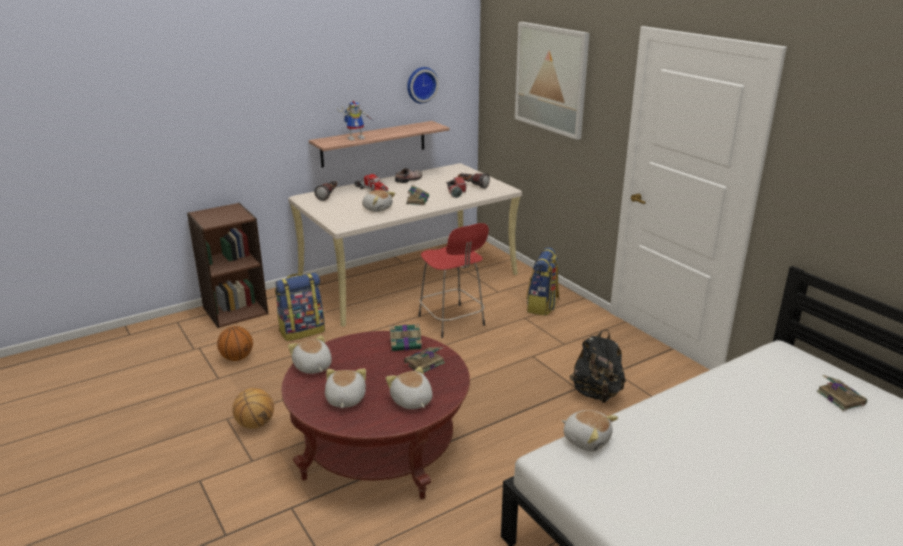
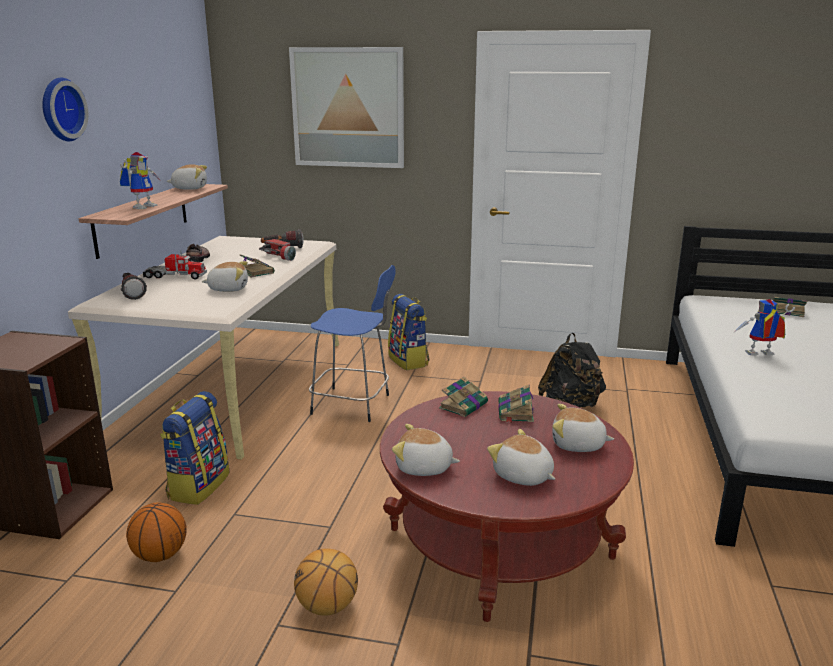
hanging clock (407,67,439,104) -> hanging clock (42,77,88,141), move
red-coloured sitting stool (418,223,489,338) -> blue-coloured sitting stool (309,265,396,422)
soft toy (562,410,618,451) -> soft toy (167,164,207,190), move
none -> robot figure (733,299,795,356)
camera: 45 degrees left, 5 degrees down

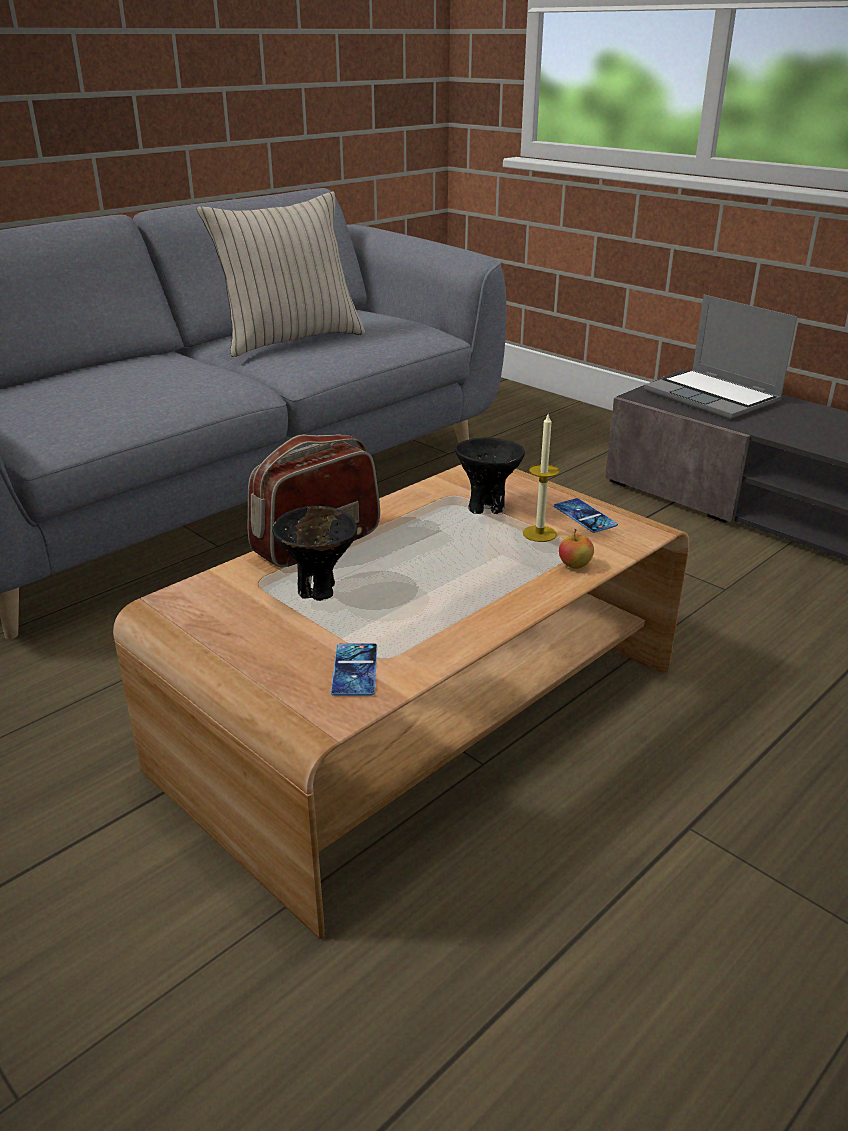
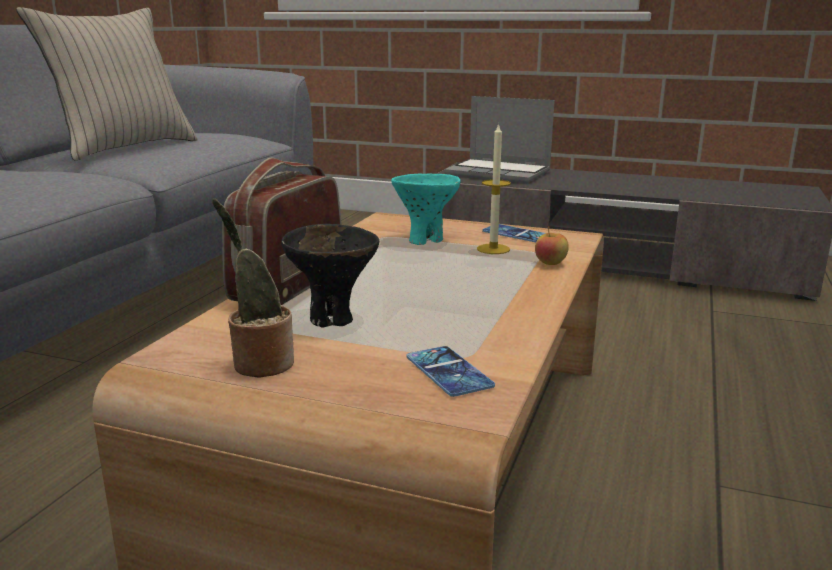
black-coloured bowl (455,438,525,514) -> turquoise-coloured bowl (391,174,460,245)
none -> potted plant (212,199,294,377)
camera: 25 degrees left, 10 degrees down

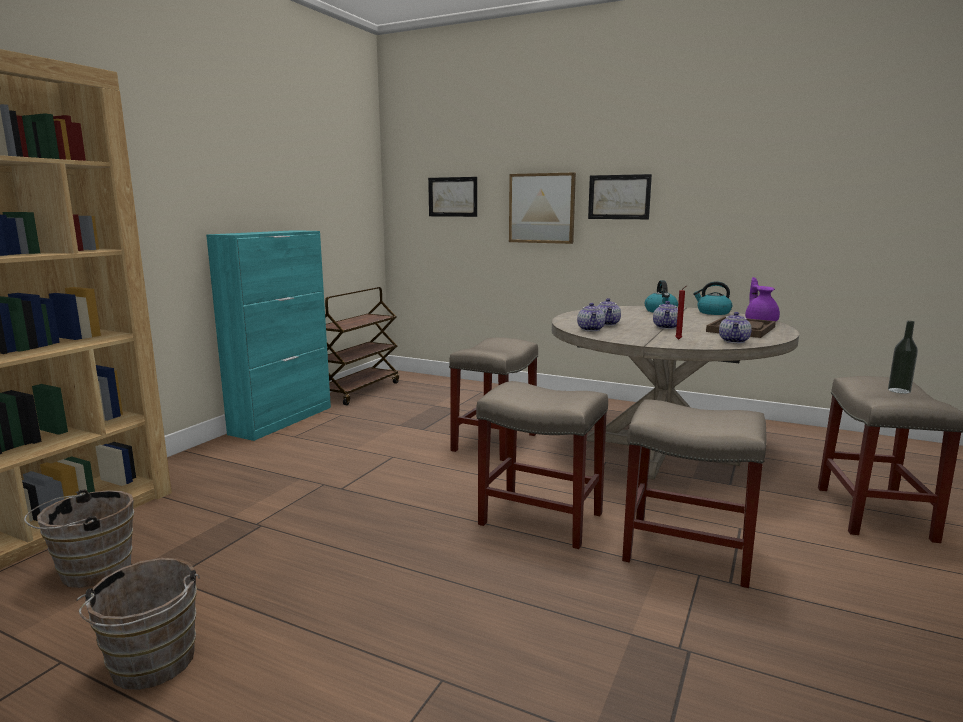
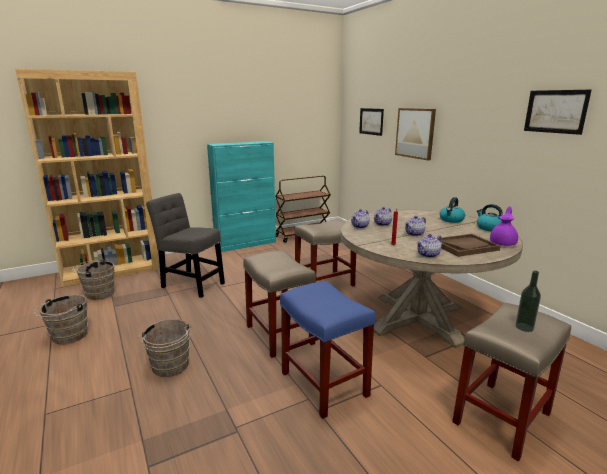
picture (588,174,652,219) -> picture (524,90,591,135), move
beige-coloured sitting stool (622,399,766,588) -> blue-coloured sitting stool (280,281,375,419)
none -> grey upright chair (146,193,225,298)
none -> brown pail (138,319,192,377)
camera: 35 degrees right, 5 degrees up

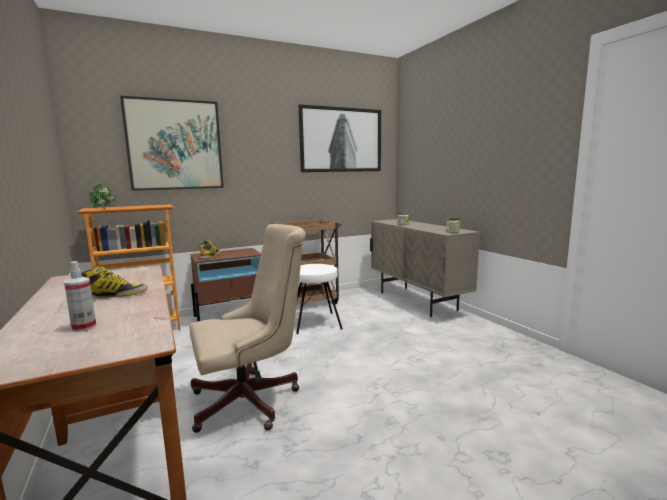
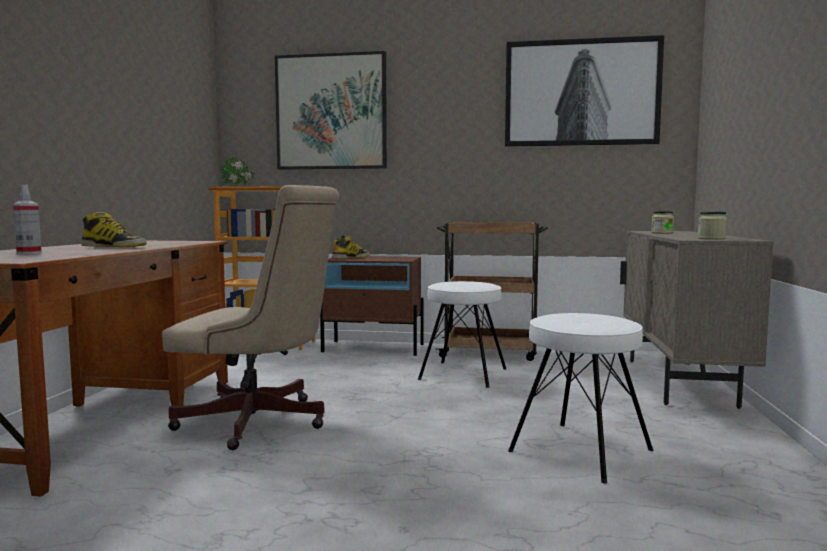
none -> whitish sitting stool (508,313,653,484)
camera: 35 degrees right, 5 degrees down

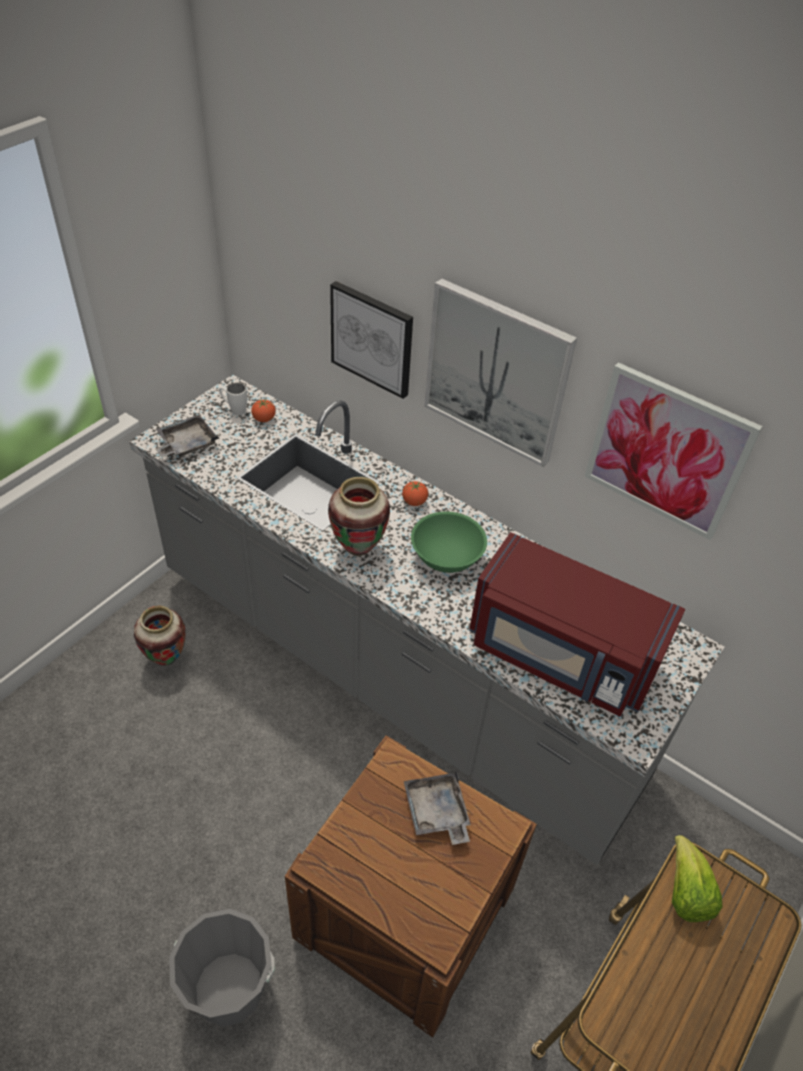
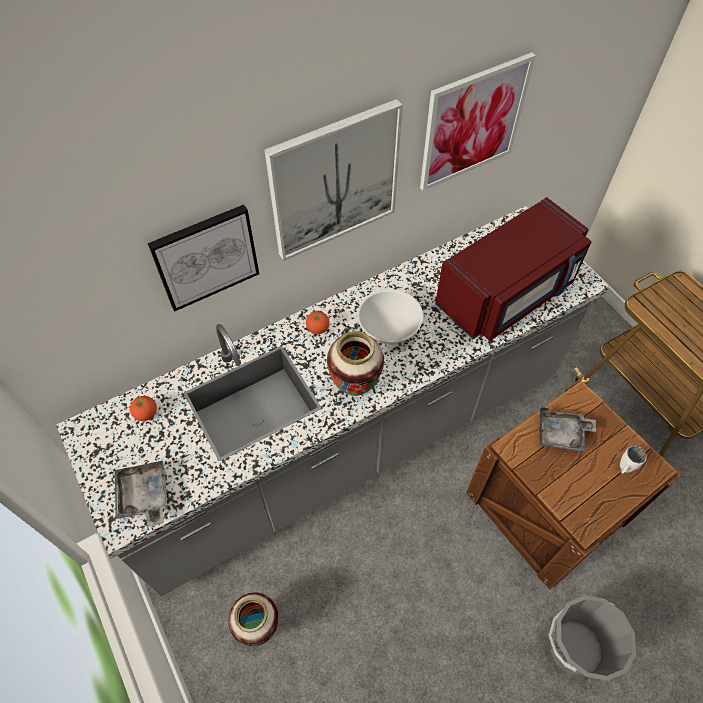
whitish tea mug (219,383,247,415) -> whitish tea mug (620,446,647,474), move
green-coloured bowl (411,512,487,573) -> whitish bowl (357,289,423,344)
lettuce head (672,835,723,922) -> none
camera: 65 degrees left, 10 degrees up

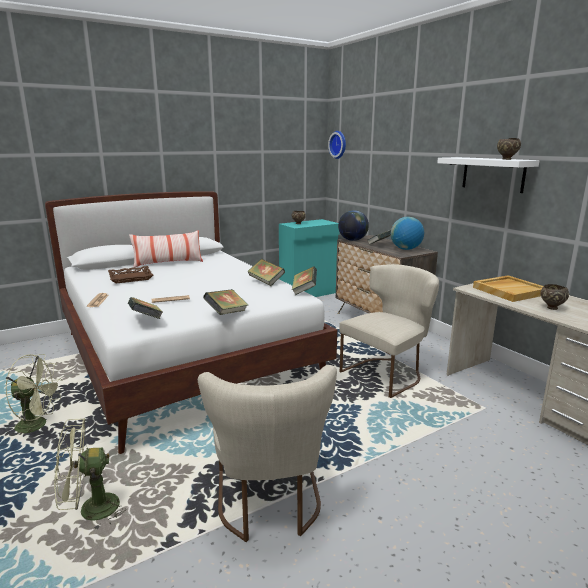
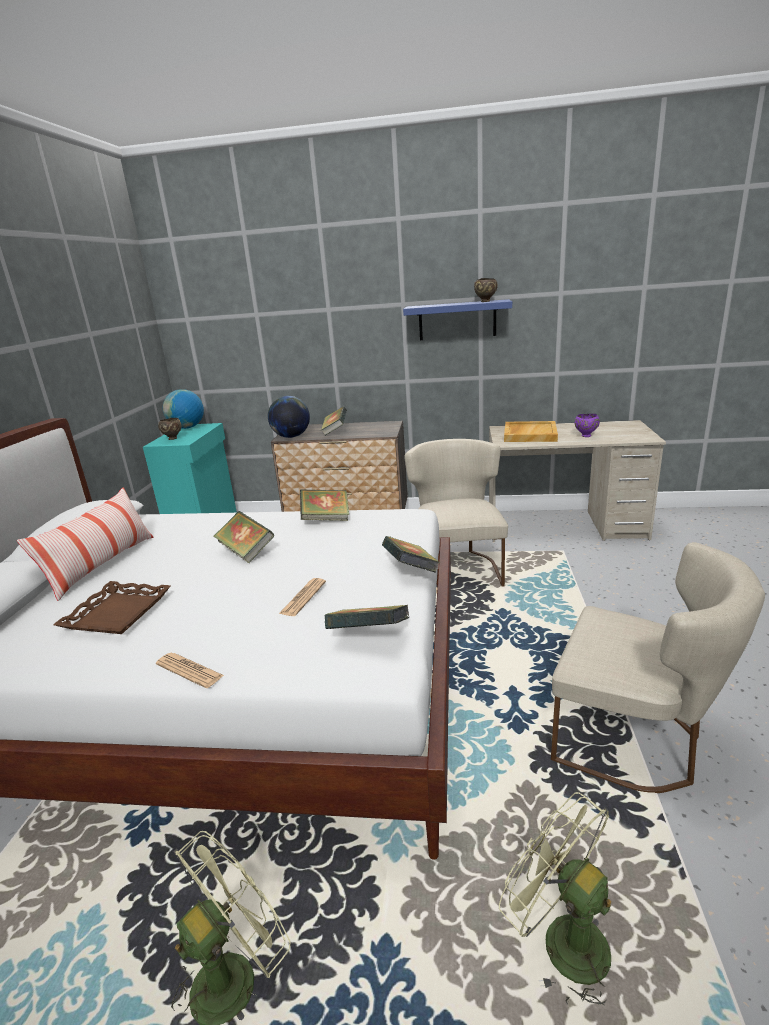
hanging clock (328,131,346,159) -> none
whitish shelf (437,157,540,193) -> blue-coloured shelf (403,299,512,340)
world globe (391,217,424,250) -> world globe (163,389,204,429), move
bound book (292,267,317,295) -> bound book (213,511,274,563), move
brown bowl (540,284,569,310) -> purple-coloured bowl (575,414,600,437)
green-coloured cooling fan (54,418,126,531) -> green-coloured cooling fan (499,792,611,1005), 120 degrees clockwise
camera: 50 degrees left, 5 degrees up

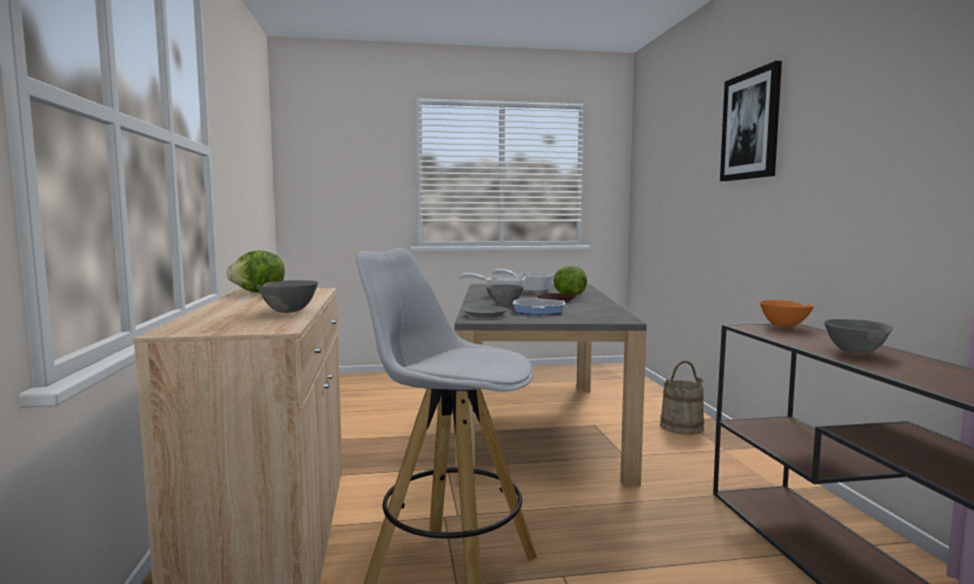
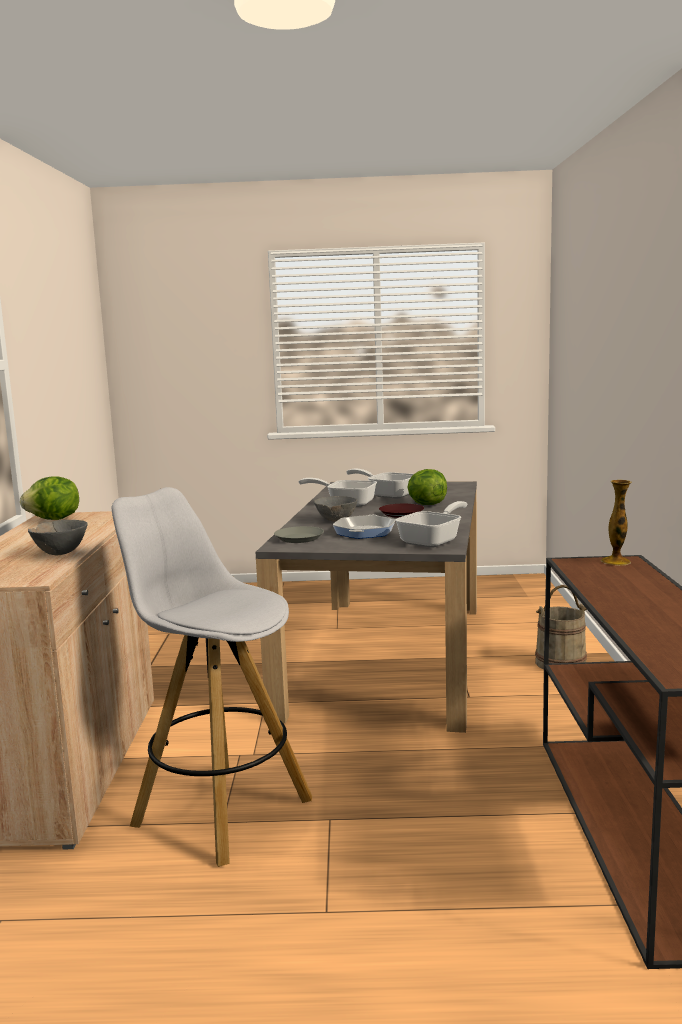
picture (720,61,782,181) -> none
orangey bowl (760,300,814,327) -> decorative vase (601,480,631,566)
grey bowl (824,319,893,354) -> none
none -> skillet (395,501,468,548)
camera: 10 degrees right, 5 degrees up

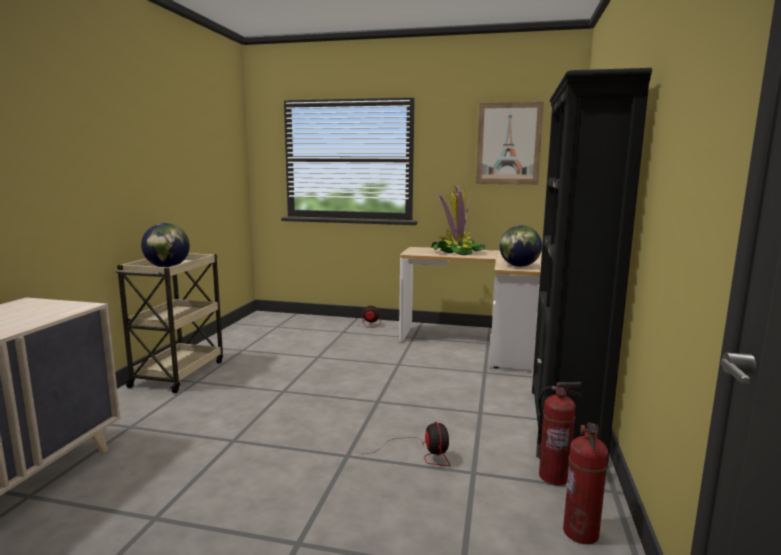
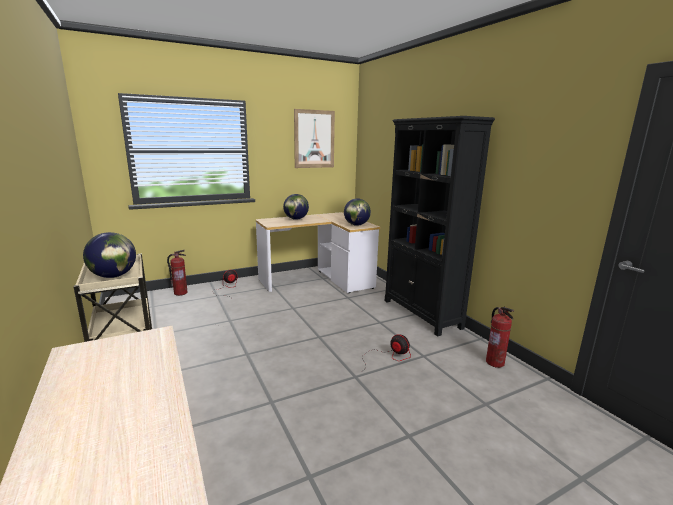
potted plant (431,183,486,255) -> world globe (283,194,309,220)
fire extinguisher (536,382,582,486) -> fire extinguisher (167,250,187,296), move
camera: 40 degrees left, 5 degrees up

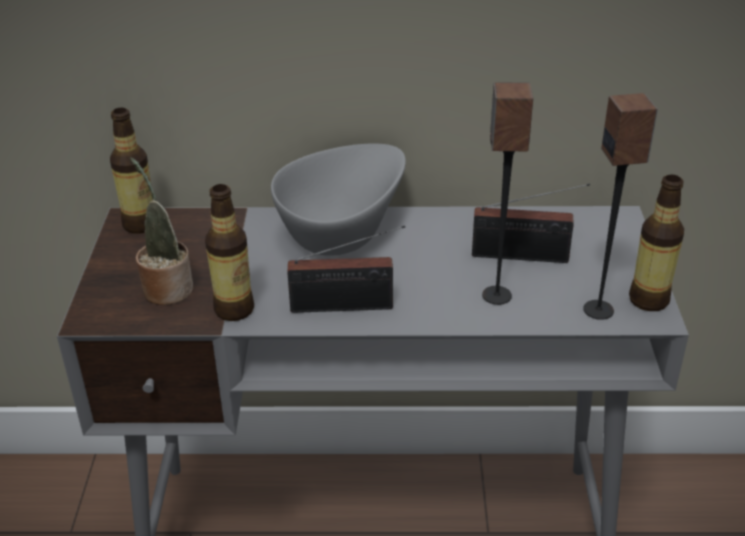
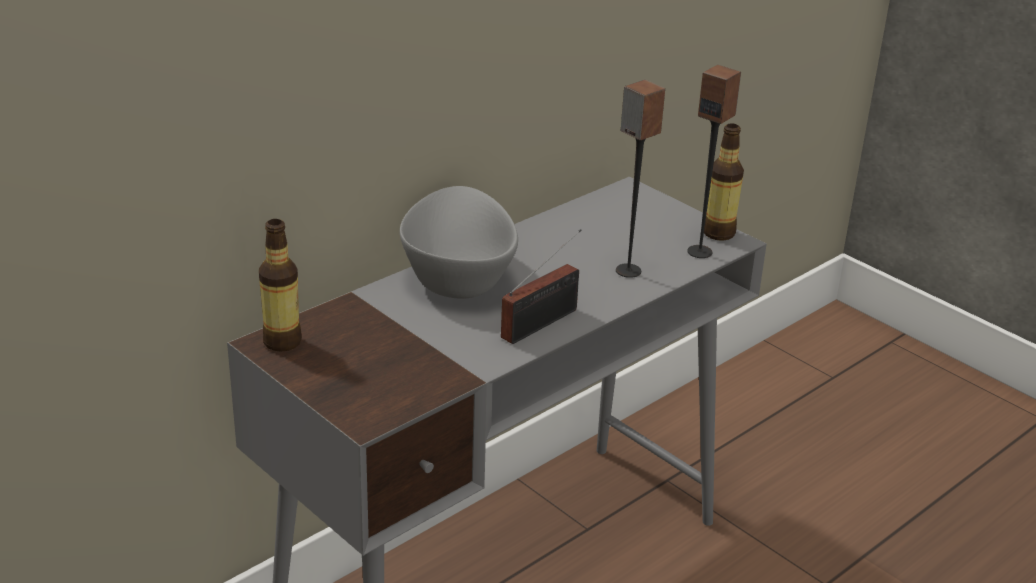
potted plant (130,157,193,305) -> none
radio receiver (472,183,590,263) -> none
beverage bottle (205,184,254,321) -> none
camera: 45 degrees left, 5 degrees down

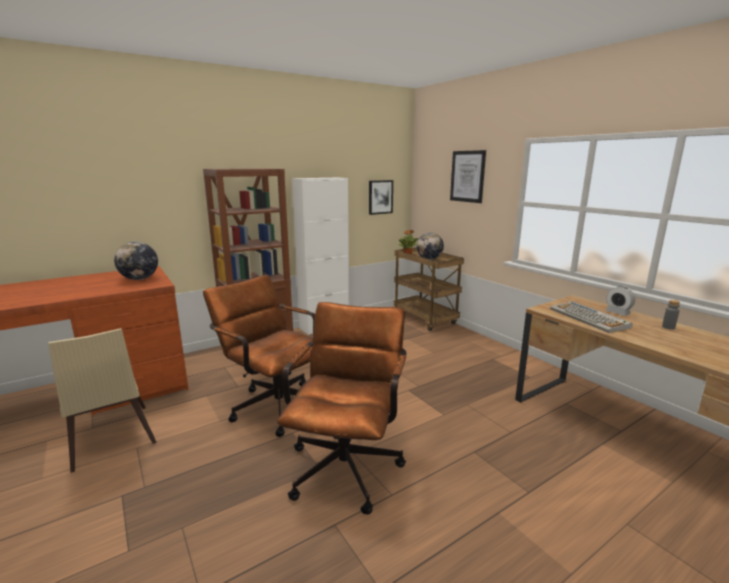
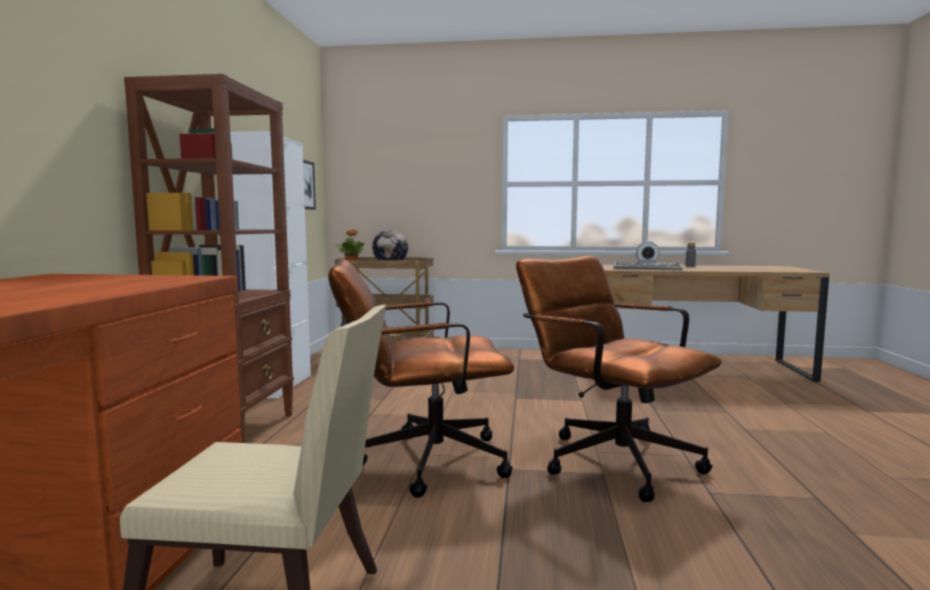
picture (450,150,486,203) -> none
world globe (114,241,158,280) -> none
camera: 50 degrees left, 10 degrees down

